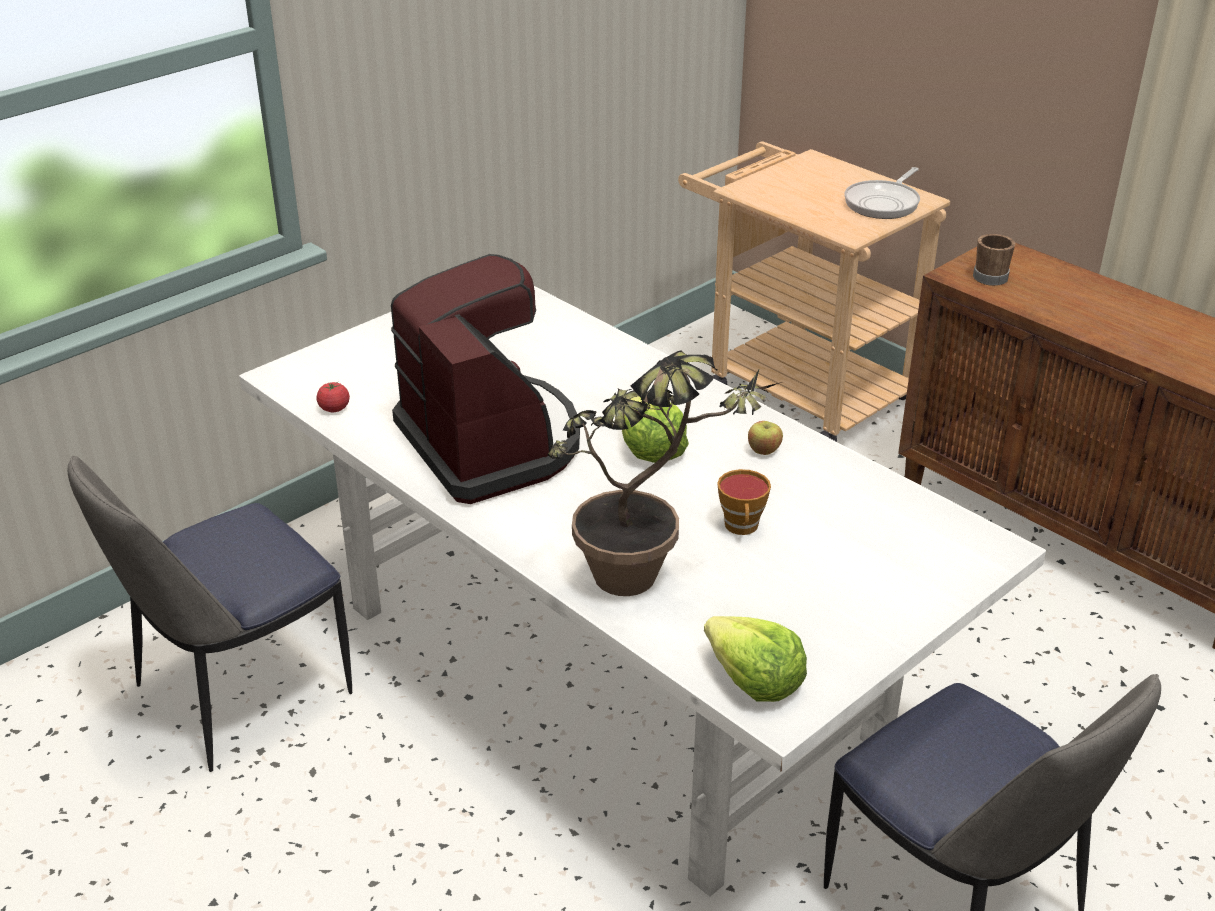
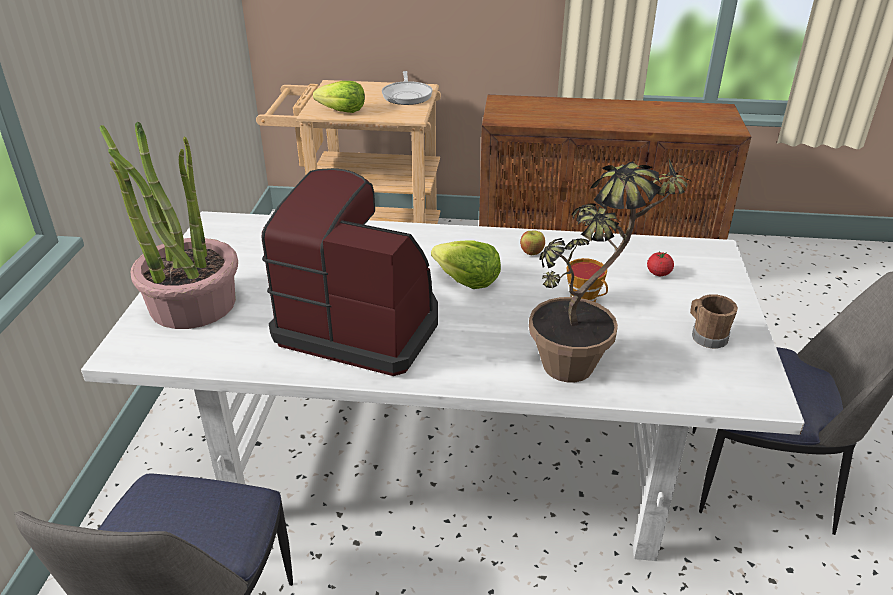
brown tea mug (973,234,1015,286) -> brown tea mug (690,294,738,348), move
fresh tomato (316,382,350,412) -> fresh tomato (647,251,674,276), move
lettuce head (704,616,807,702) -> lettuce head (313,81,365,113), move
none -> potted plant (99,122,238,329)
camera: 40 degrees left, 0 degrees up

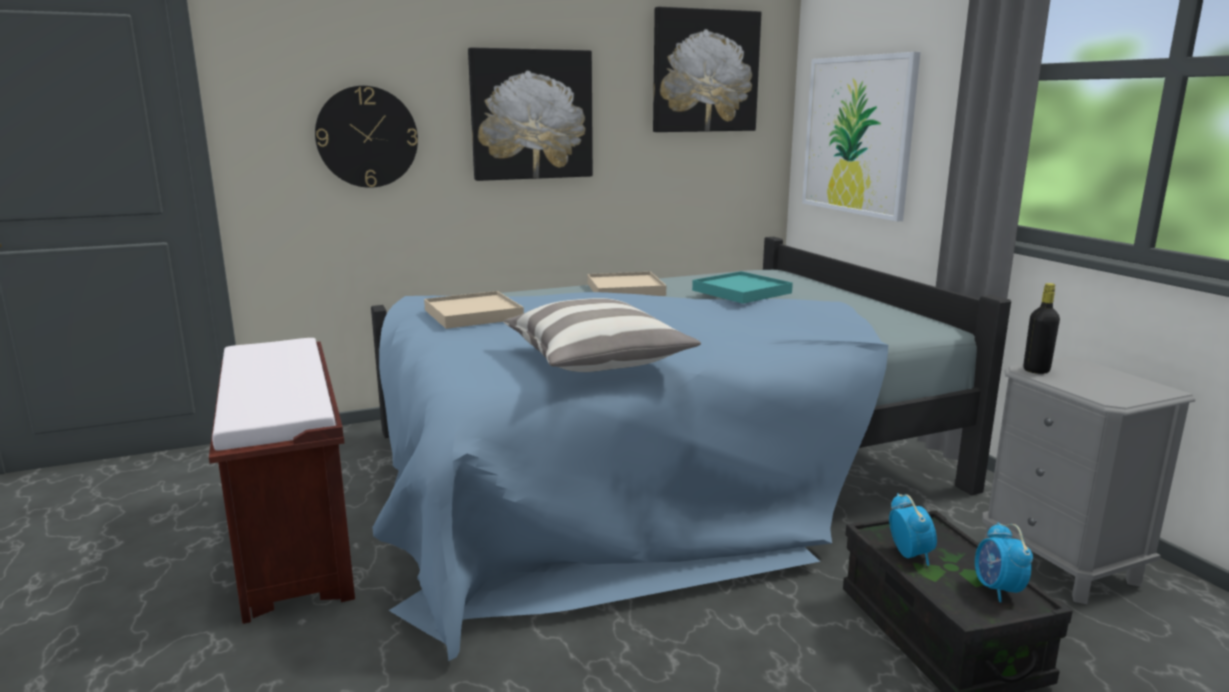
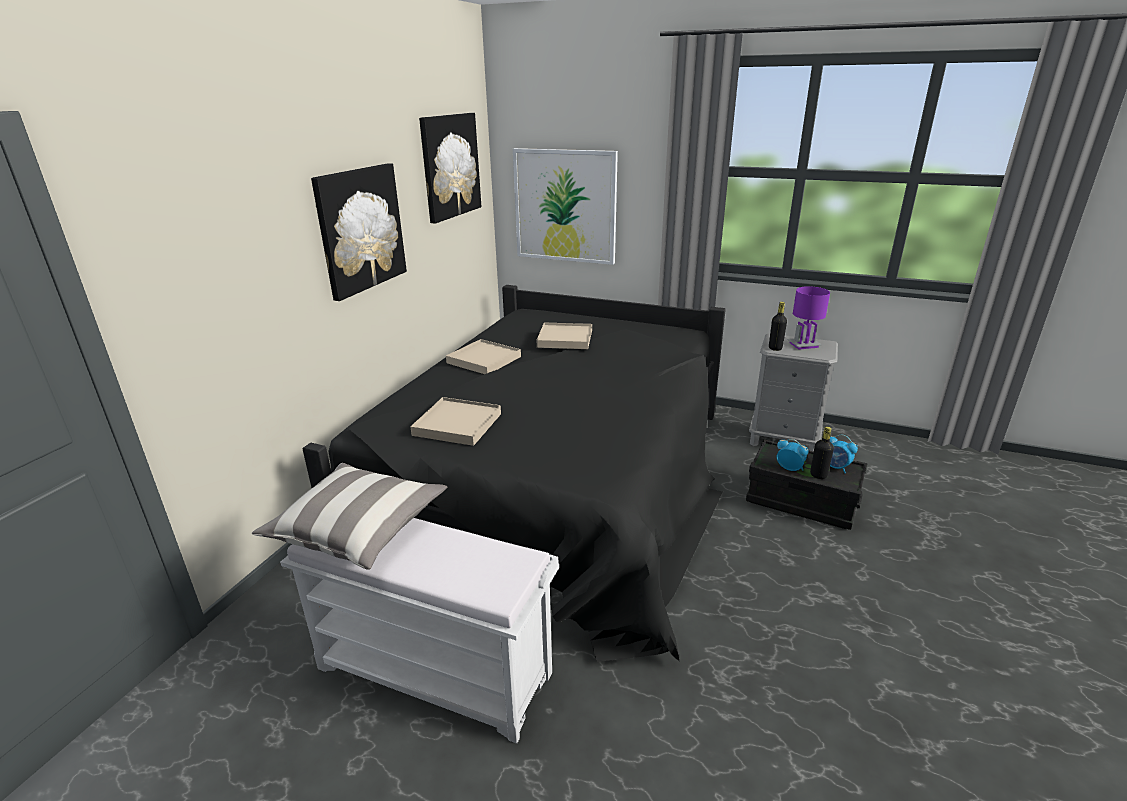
hanging clock (315,86,418,188) -> none
blue-coloured bedroom bed (371,237,1011,661) -> black-coloured bedroom bed (302,285,726,662)
turquoise-coloured tray (692,271,793,304) -> beige-coloured tray (537,323,592,349)
cushion (504,298,701,372) -> cushion (251,463,447,570), move
brown bench (209,338,355,624) -> whitish bench (280,518,559,743)
none -> purple-coloured table lamp (787,286,830,350)
none -> black-coloured beverage bottle (810,427,834,479)
camera: 45 degrees left, 10 degrees up

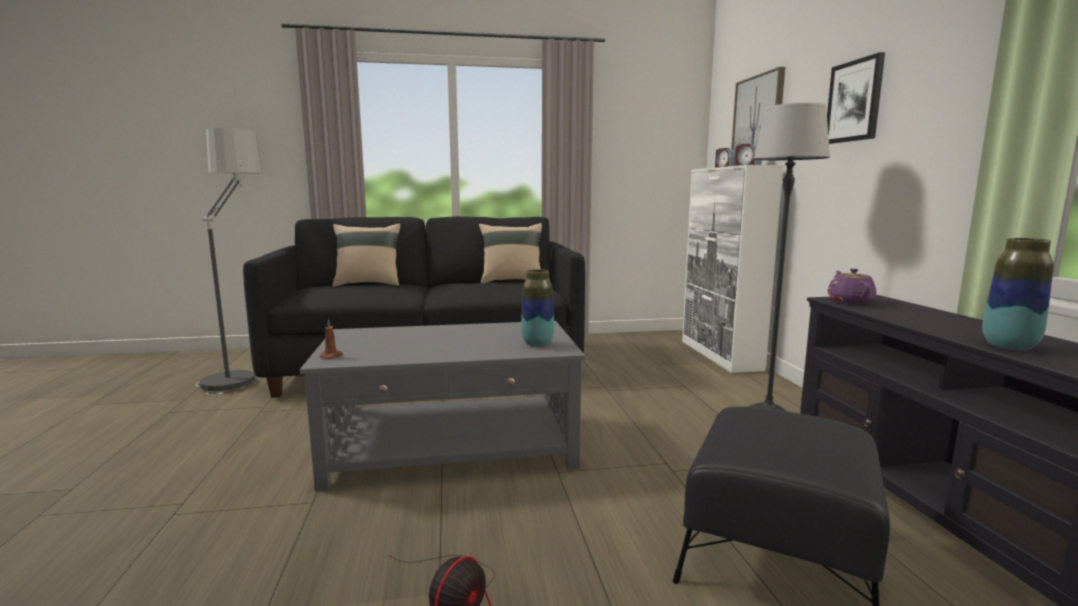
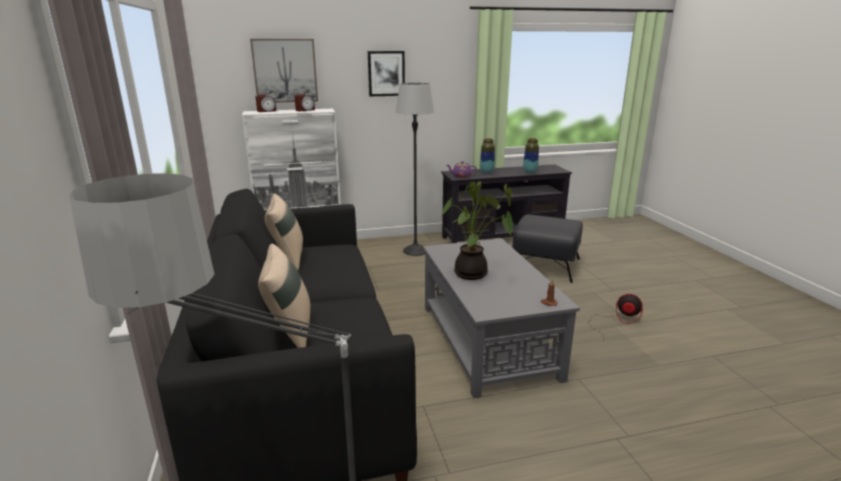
decorative vase (521,269,554,347) -> decorative vase (480,138,495,174), move
none -> potted plant (441,181,513,280)
camera: 95 degrees left, 10 degrees up

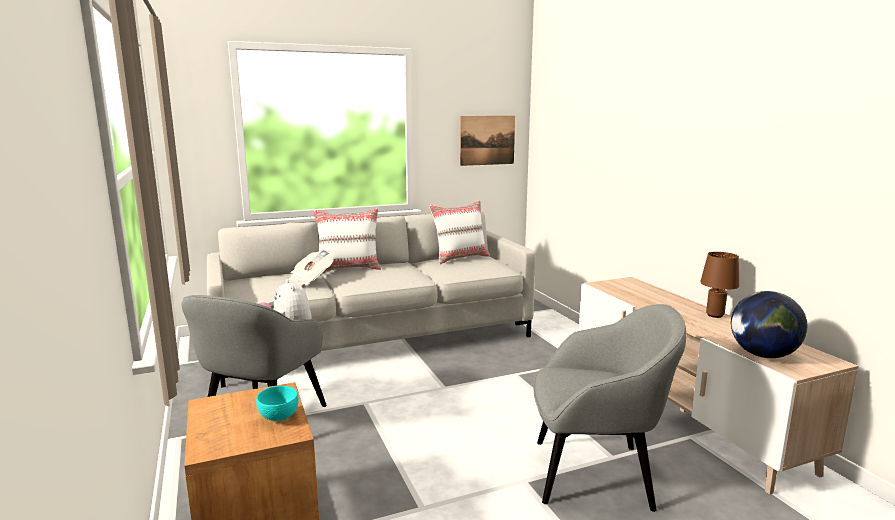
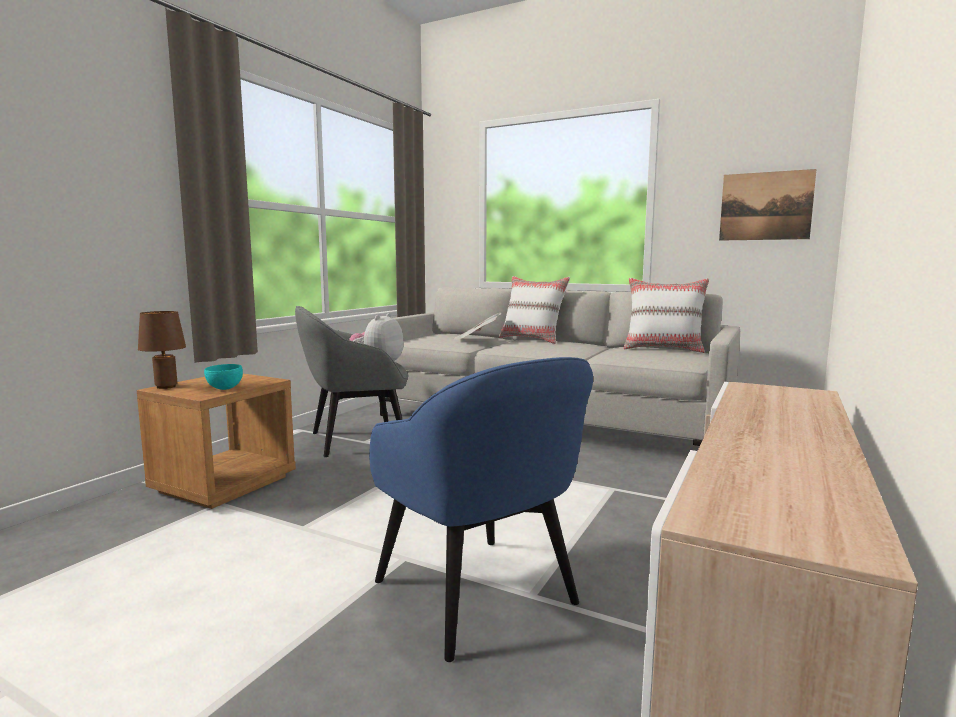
brown table lamp (700,252,739,318) -> brown table lamp (138,311,186,389), move
world globe (731,291,808,358) -> none
grey lounge chair (534,304,686,512) -> blue-coloured lounge chair (369,357,593,662)
camera: 50 degrees right, 5 degrees down

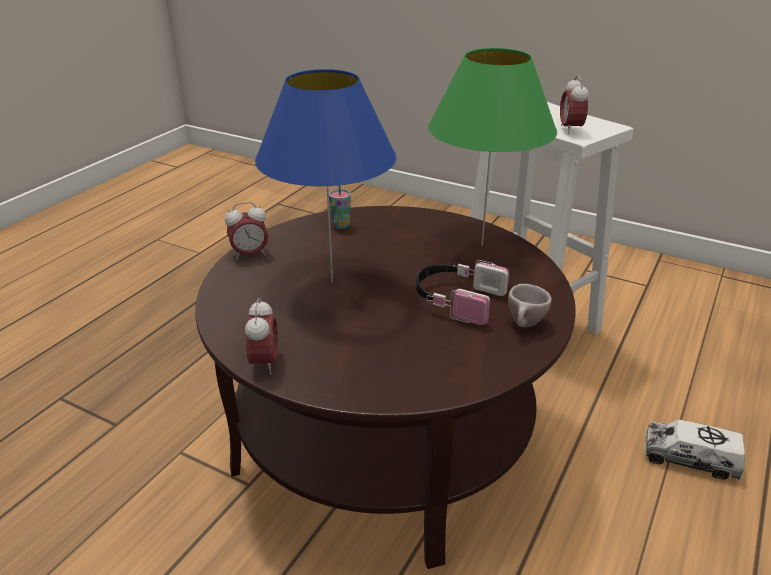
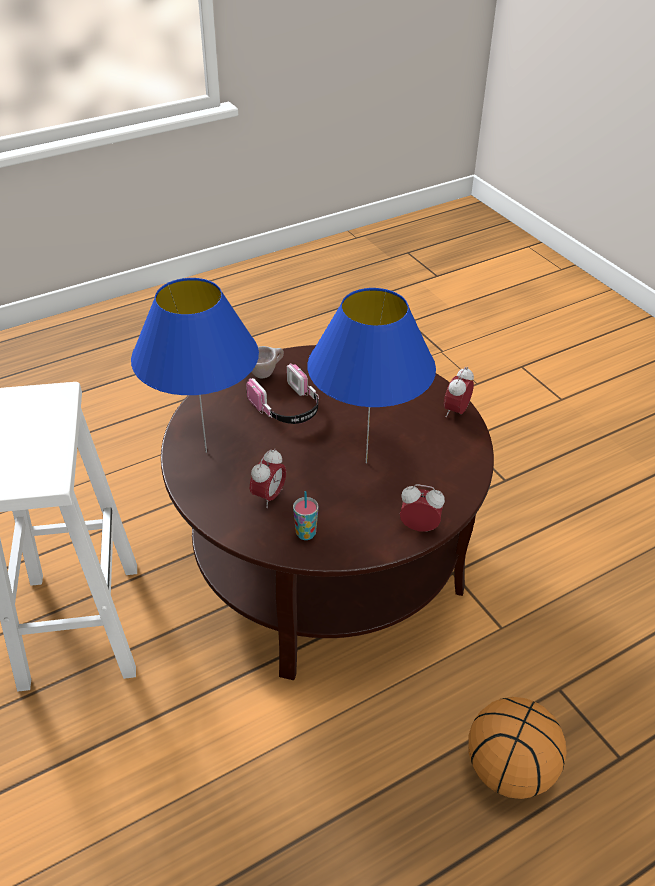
green-coloured table lamp (428,48,557,246) -> blue-coloured table lamp (131,278,259,453)
table clock (560,75,589,134) -> table clock (250,449,286,508), move
model truck (645,420,745,480) -> none
none -> ball for basketball (468,697,567,799)
camera: 150 degrees left, 10 degrees up

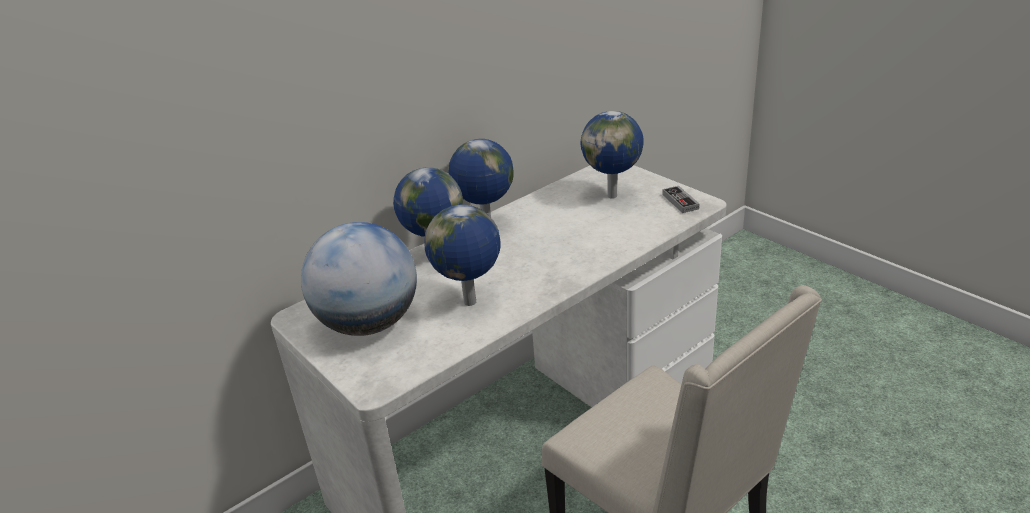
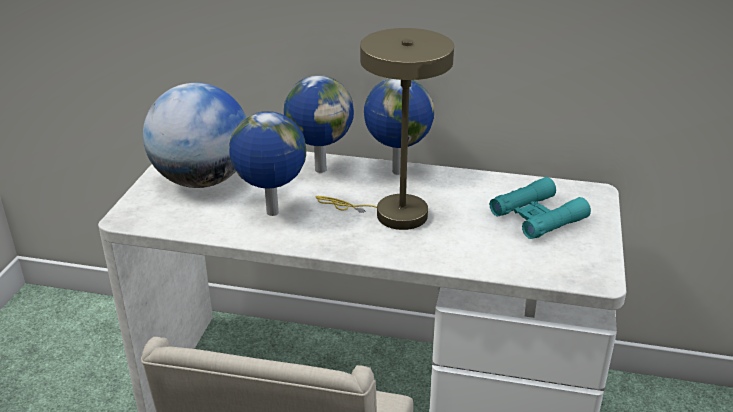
world globe (580,111,644,199) -> turquoise-coloured binoculars (490,177,591,239)
game controller (662,186,700,213) -> none
none -> beige-coloured table lamp (316,28,454,230)
camera: 50 degrees right, 0 degrees up

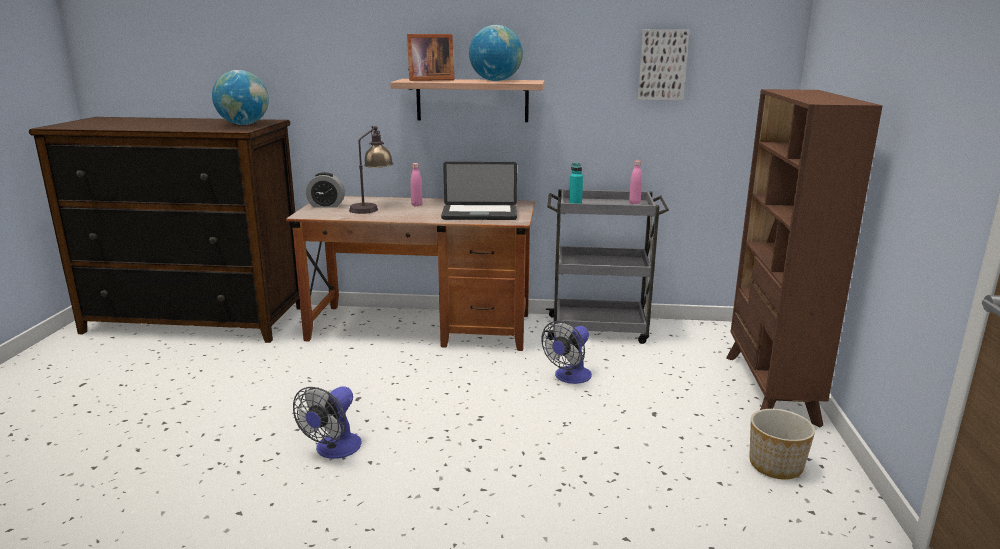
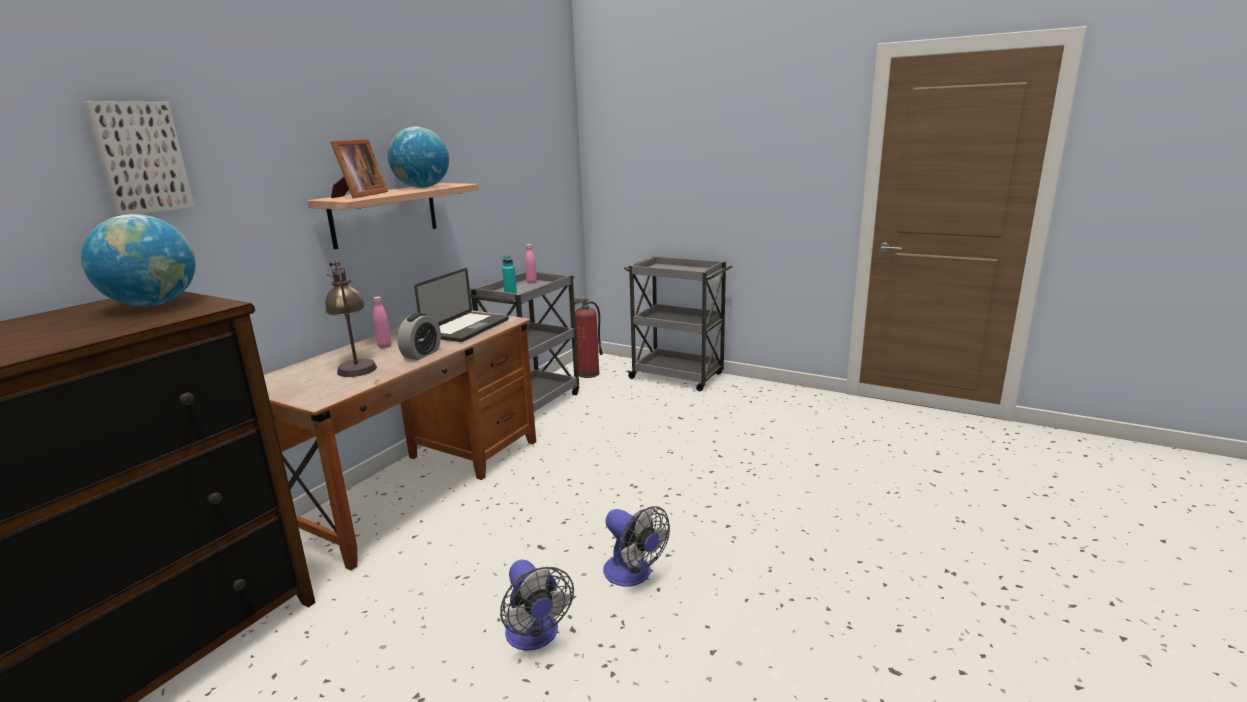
picture (638,29,690,100) -> picture (83,101,195,216), move
brown shelving unit (726,89,883,427) -> grey cart (624,256,732,391)
table clock (306,172,345,208) -> table clock (397,313,441,360), move
cooling fan (542,321,592,384) -> cooling fan (500,560,574,651), move
flower pot (749,409,815,480) -> none
none -> fire extinguisher (574,297,603,378)
camera: 65 degrees left, 0 degrees up

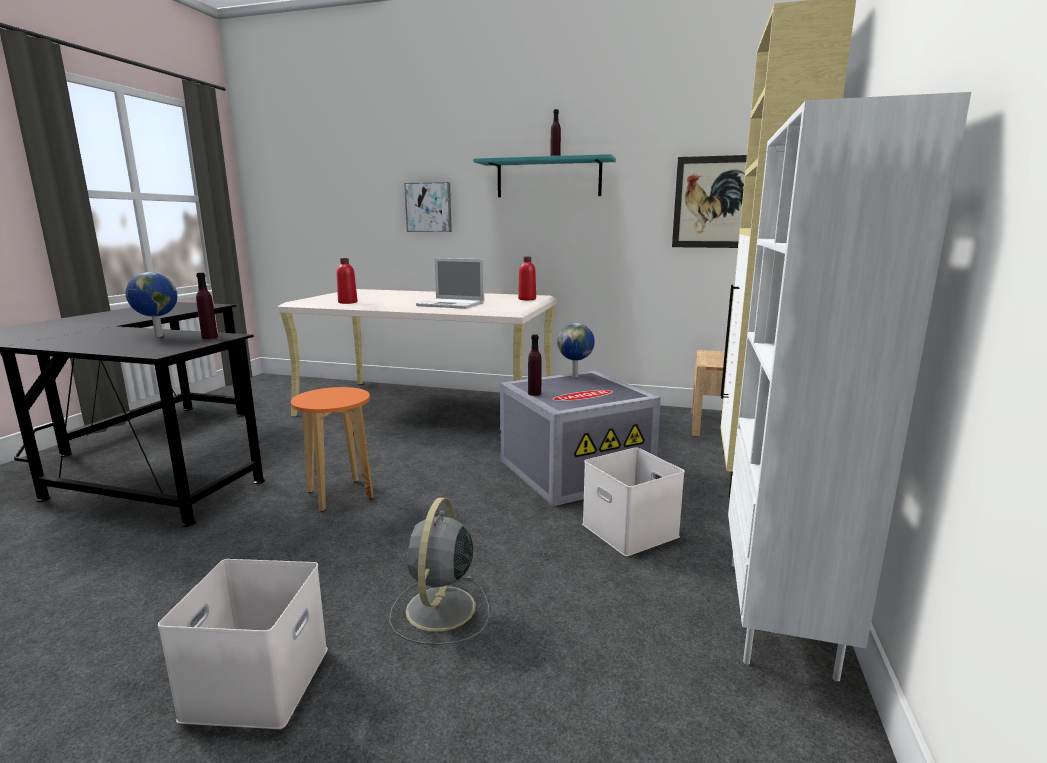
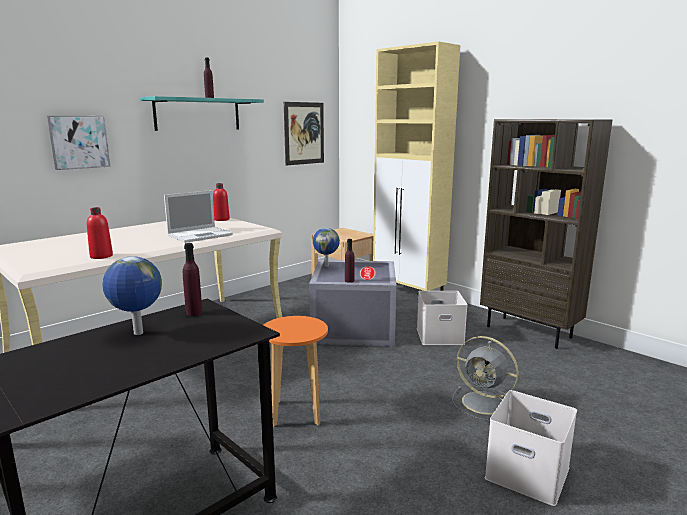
whitish shelving unit (728,92,971,681) -> brown shelving unit (480,119,613,349)
camera: 60 degrees left, 0 degrees up

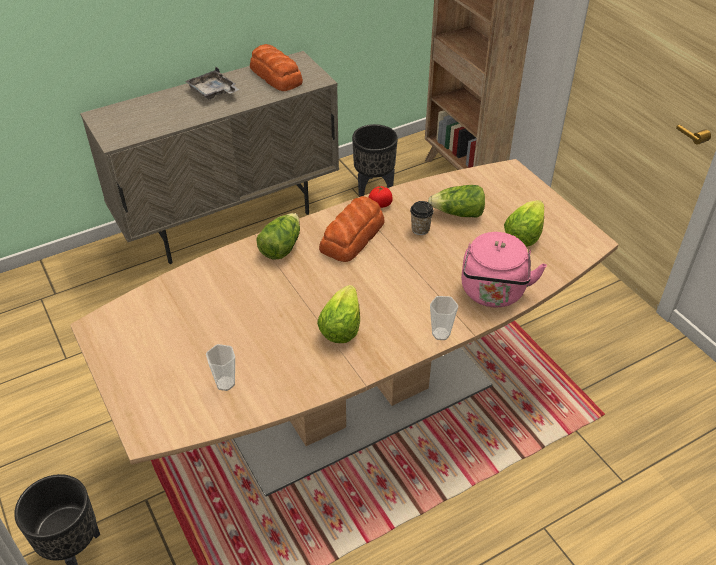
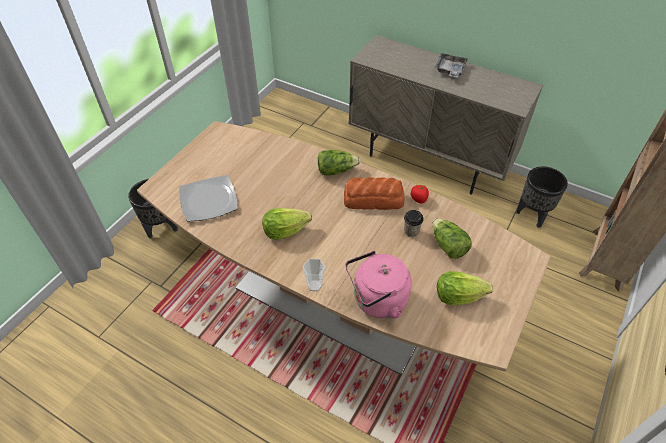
bakery bread (250,44,303,91) -> none
drinking cup (206,344,235,391) -> plate (179,175,238,222)
camera: 60 degrees right, 5 degrees up

